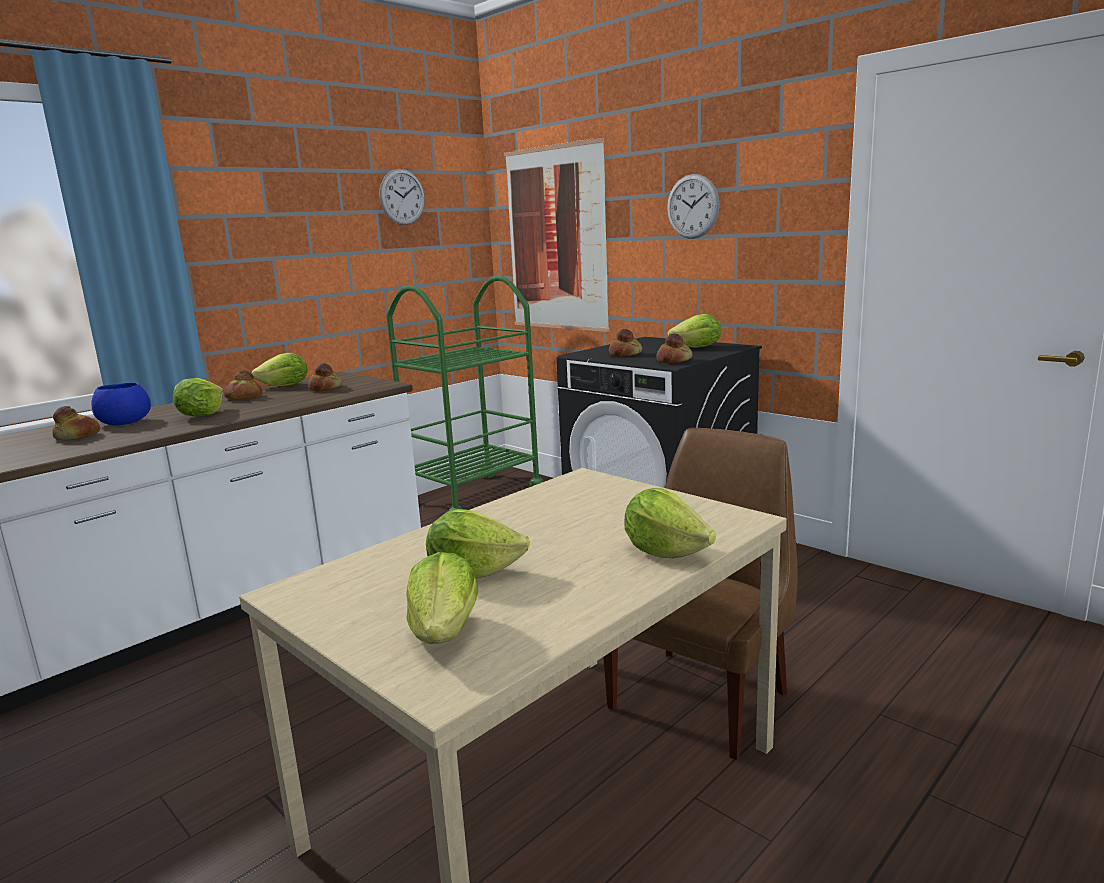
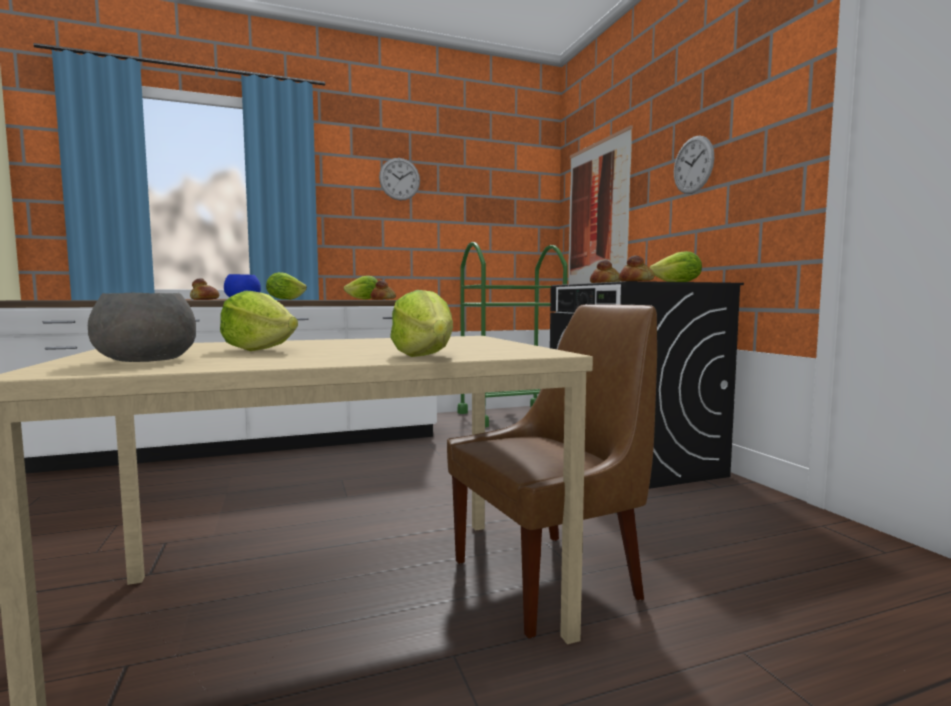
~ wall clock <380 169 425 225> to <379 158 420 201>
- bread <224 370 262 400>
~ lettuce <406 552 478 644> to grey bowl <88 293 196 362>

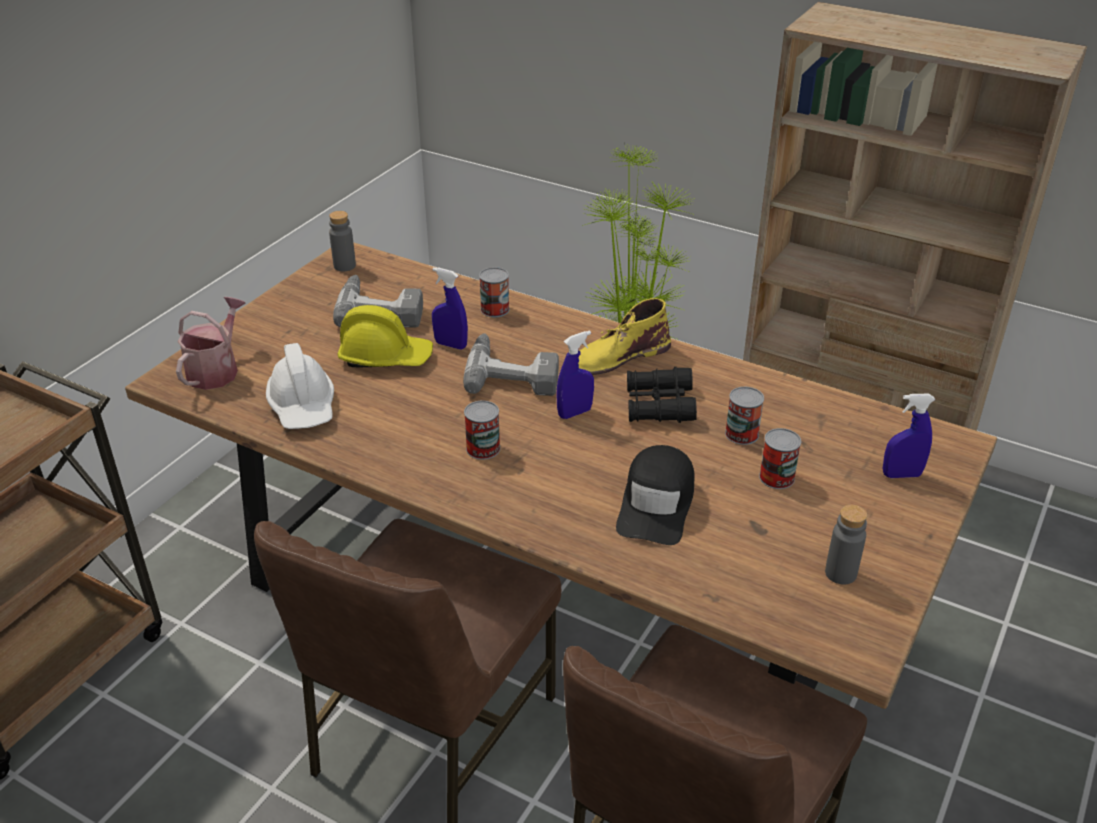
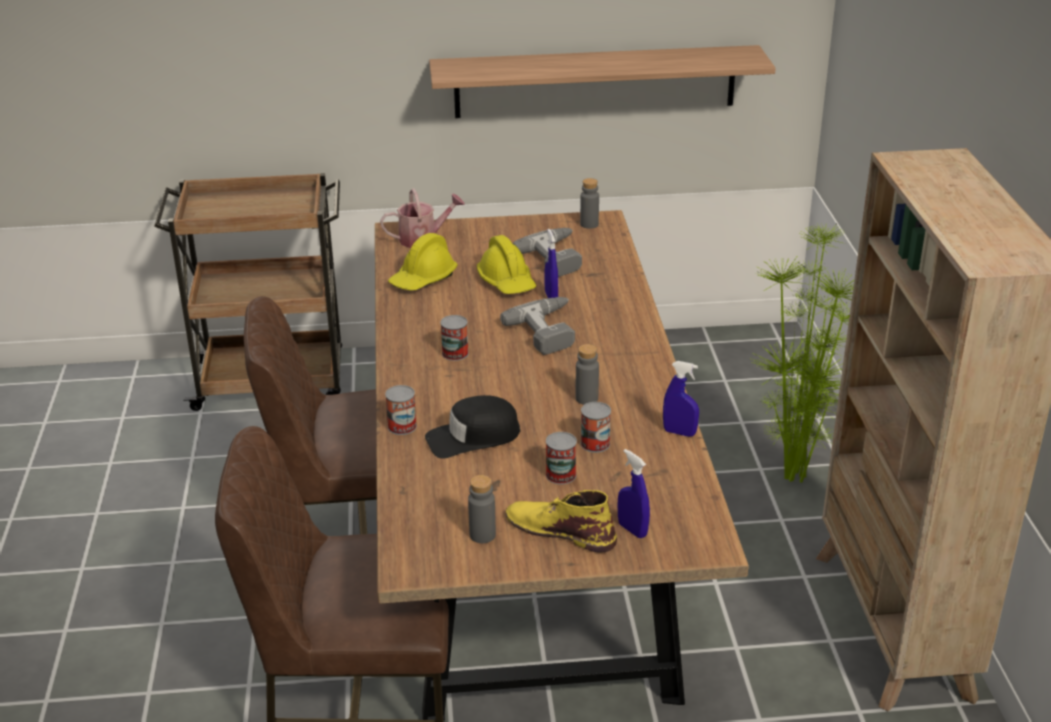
~ can <479 267 510 317> to <385 385 417 435>
~ yellow boot <578 298 671 375> to <505 490 617 553>
~ blue spray bottle <556 331 594 419> to <663 361 699 437>
~ white hard hat <266 343 334 429> to yellow hard hat <388 233 458 291>
~ black binoculars <627 367 697 423> to grey bottle <575 344 599 405>
+ shelf <429 45 776 118>

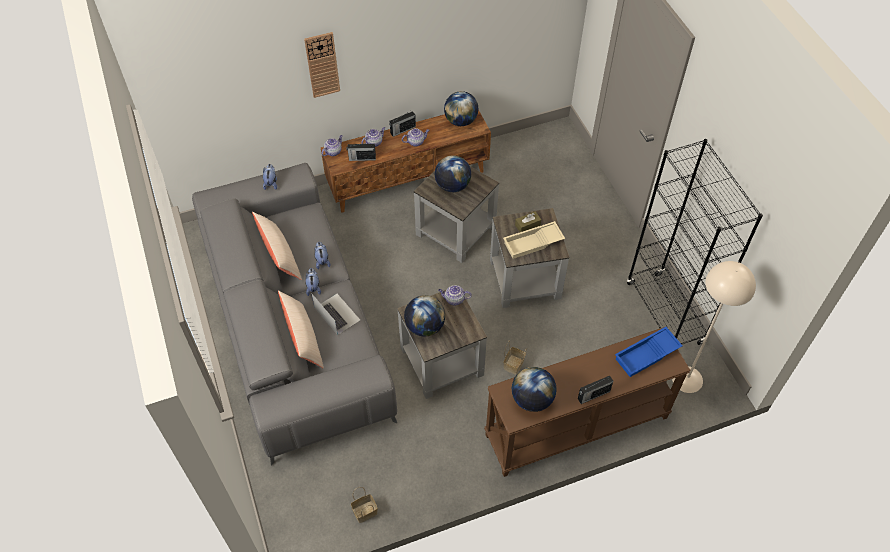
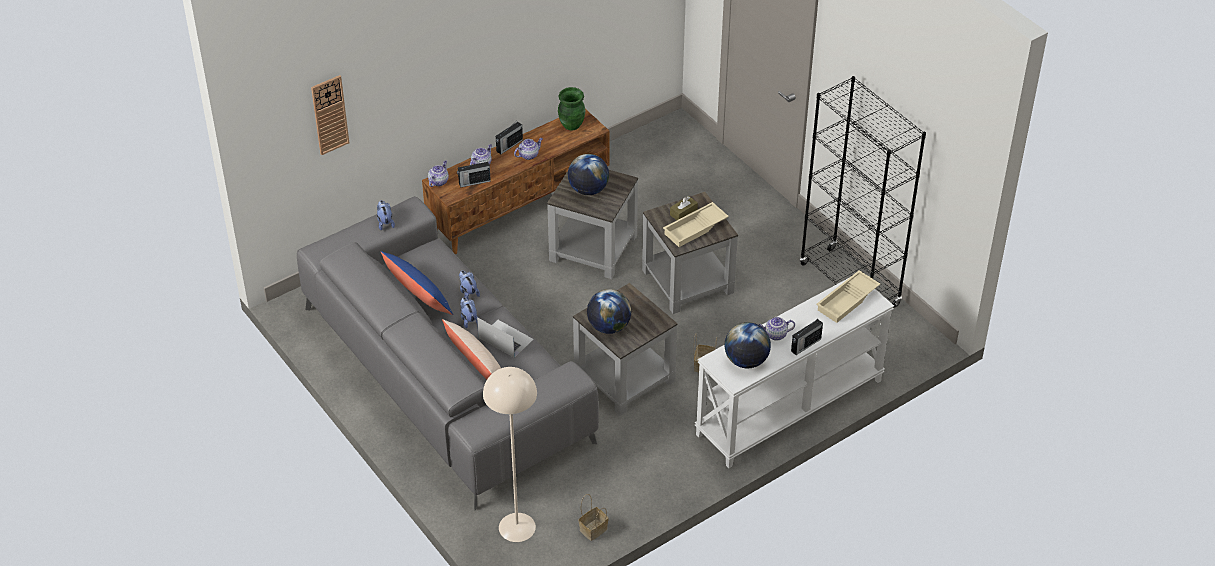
~ wall clock <304 32 340 98> to <311 75 349 155>
~ globe <444 91 479 126> to green vase <558 87 585 131>
~ beige pillow <252 212 302 280> to blue pillow <380 251 453 315>
~ beige floor lamp <672 261 756 393> to <483 367 537 542>
~ teapot <438 285 472 305> to <759 317 795 341>
~ brown console table <484 327 691 477> to white console table <695 277 894 468>
~ blue tray <615 327 683 377> to beige tray <816 270 880 323>

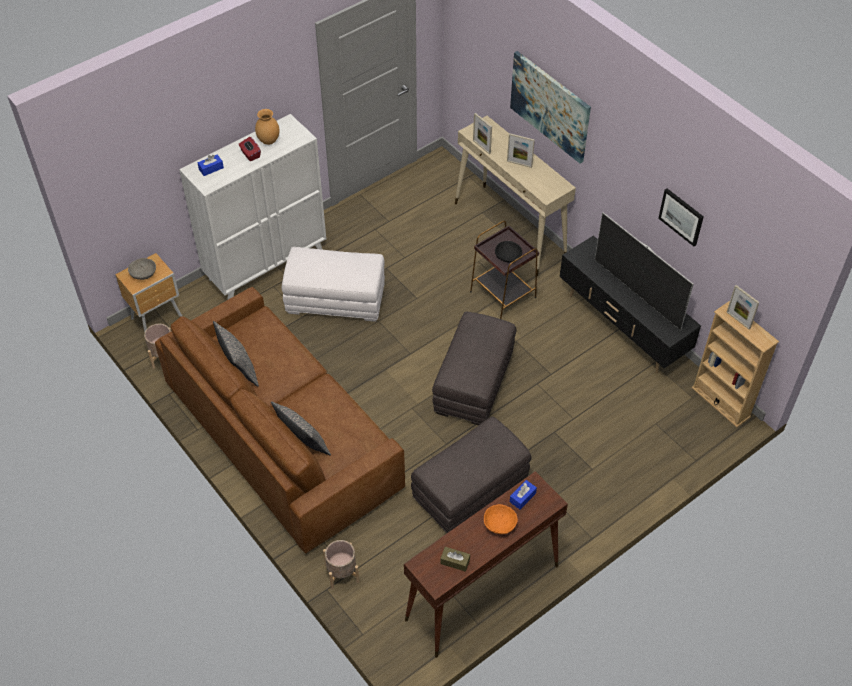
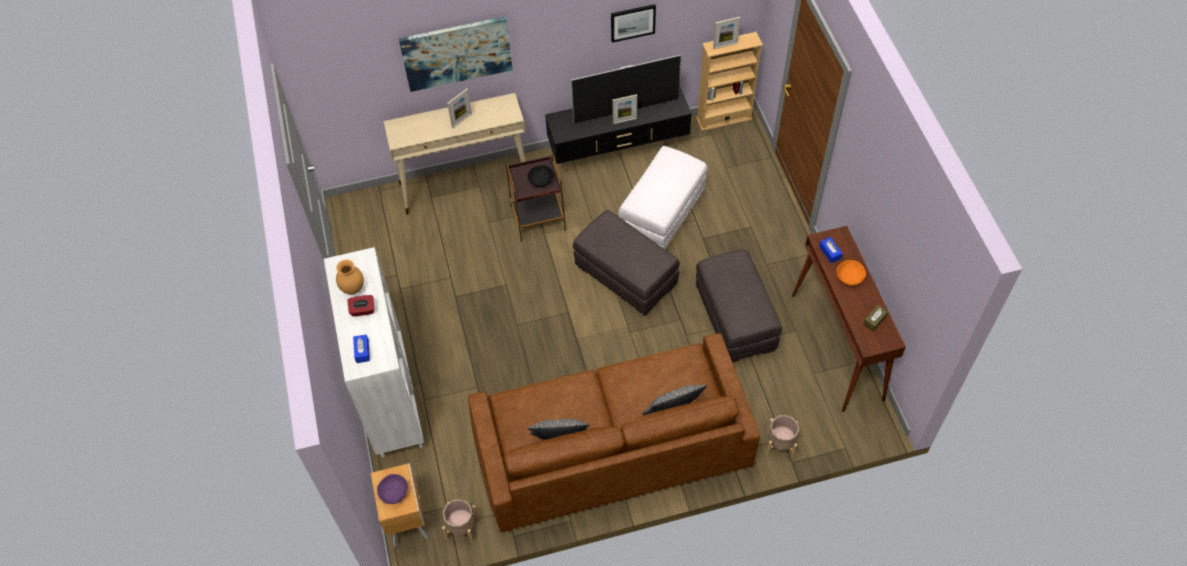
~ picture frame <473 113 492 154> to <612 94 637 124>
~ white ottoman <282 247 385 322> to <618 146 708 249>
~ grey bowl <128 258 156 280> to purple bowl <377 474 408 504>

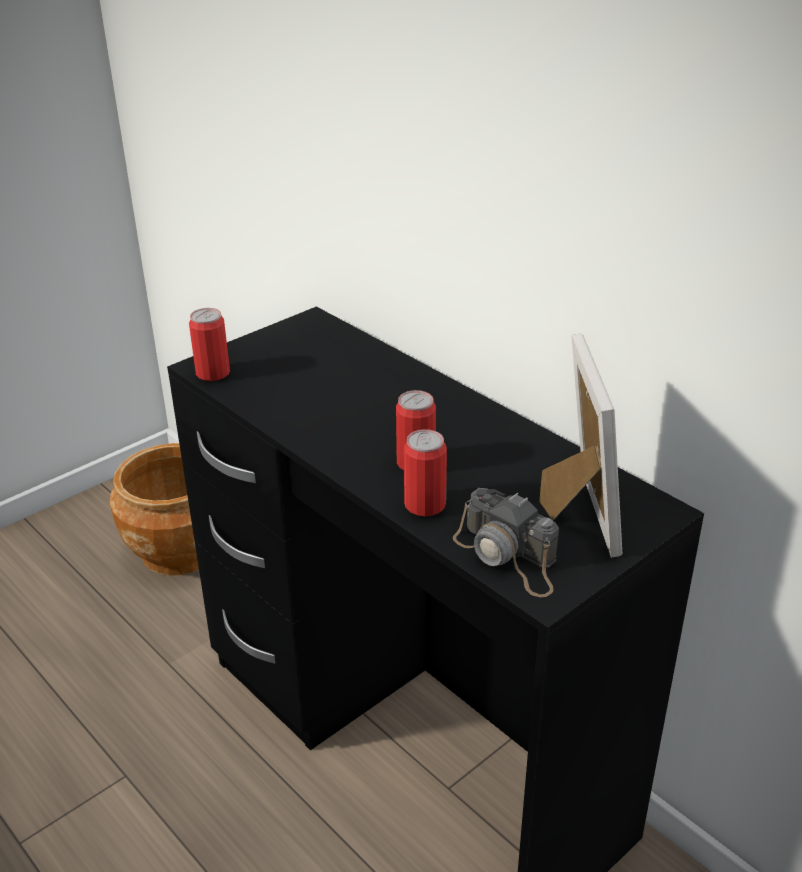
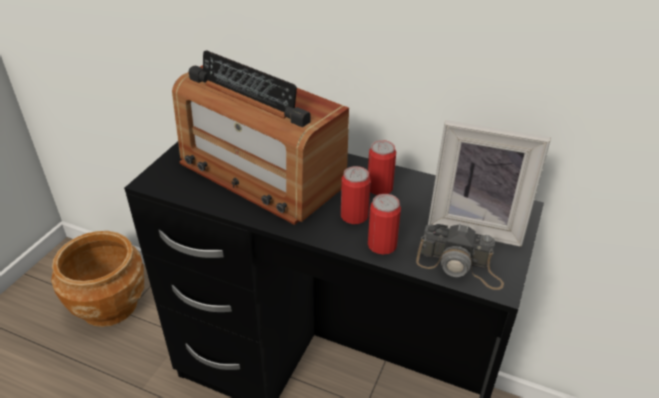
~ can <189 308 230 381> to <368 140 396 195>
~ picture frame <539 334 622 558> = <428 120 551 247> 135 degrees clockwise
+ radio <172 51 349 225>

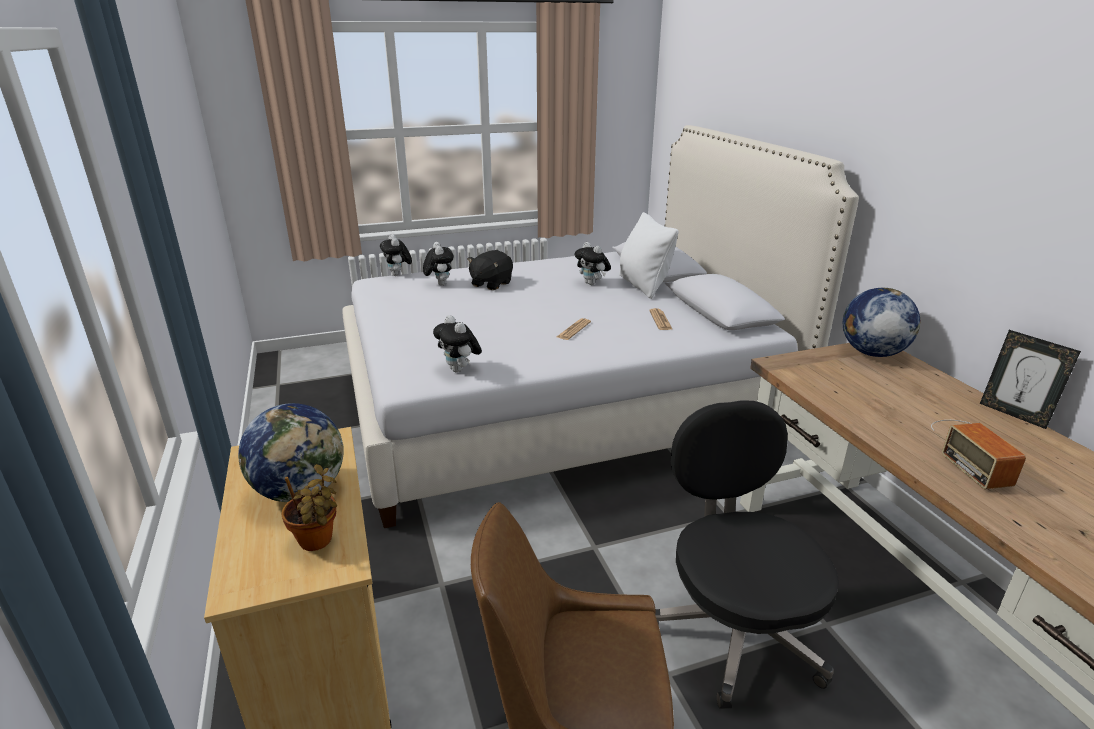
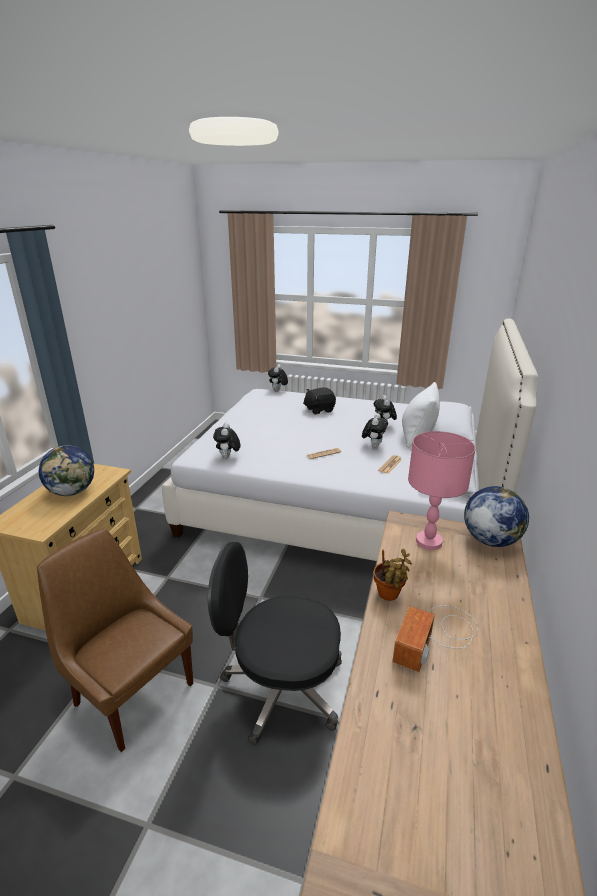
~ plush toy <423 242 454 285> to <362 413 388 448>
- picture frame <980 330 1081 429>
~ black office chair <655 400 839 709> = <208 542 342 745> 105 degrees counterclockwise
~ potted plant <282 464 337 551> to <373 549 412 601>
+ pink table lamp <408 431 476 550>

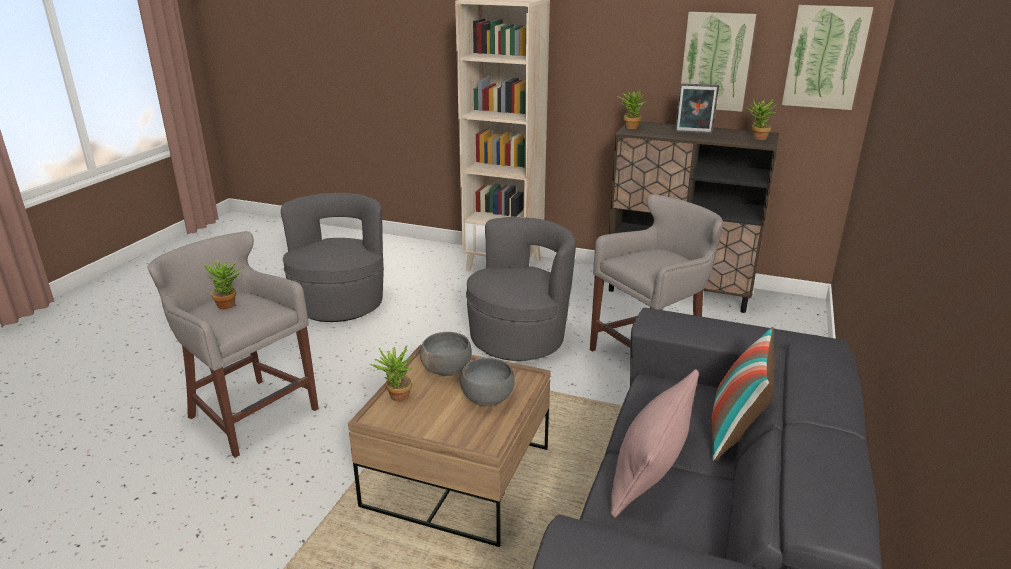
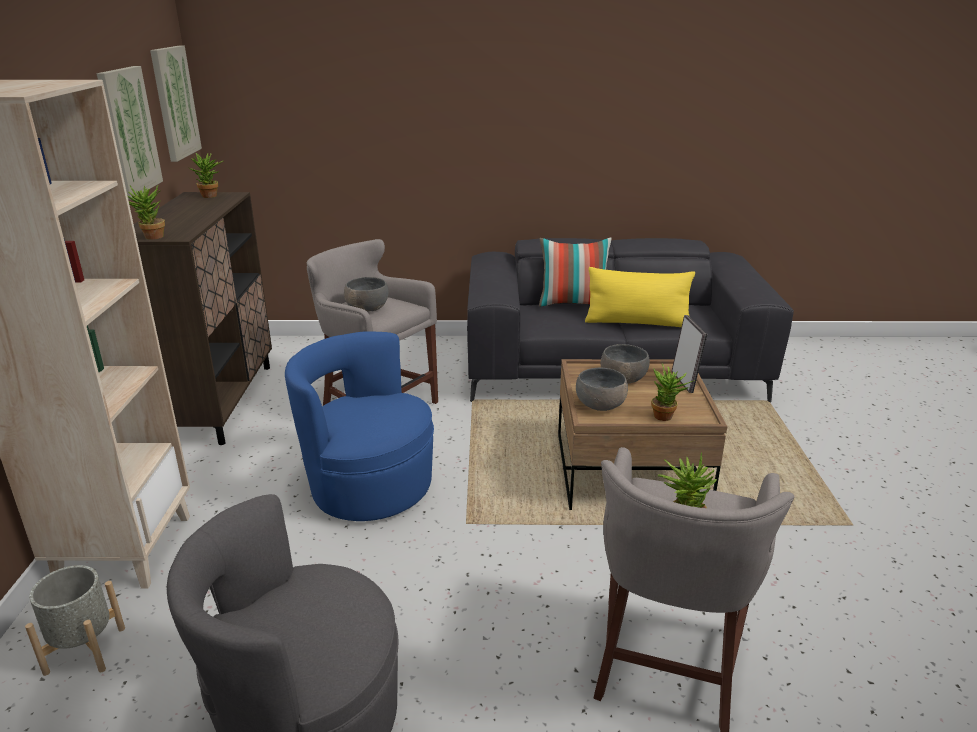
~ picture frame <675 83 719 134> to <672 315 708 393>
~ grey armchair <466 217 576 361> to blue armchair <285 331 434 521>
~ pink pillow <610 369 699 518> to yellow pillow <585 267 695 327>
+ grey bowl <344 277 389 312>
+ grey planter <25 565 125 676>

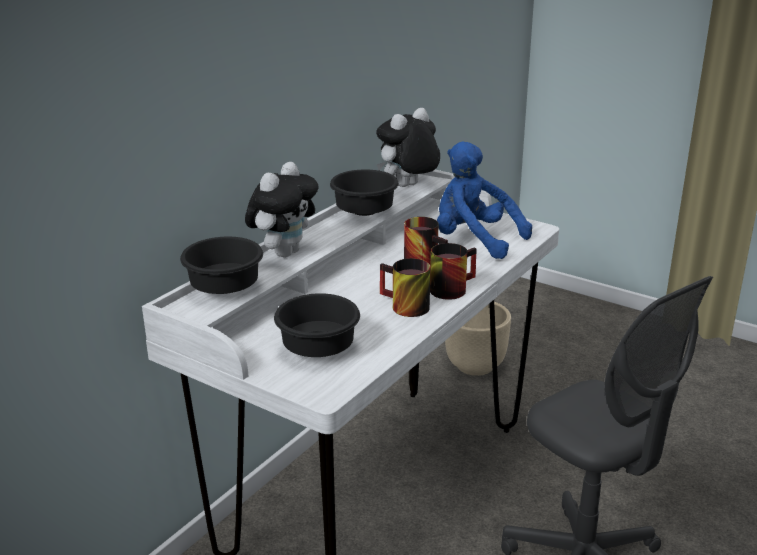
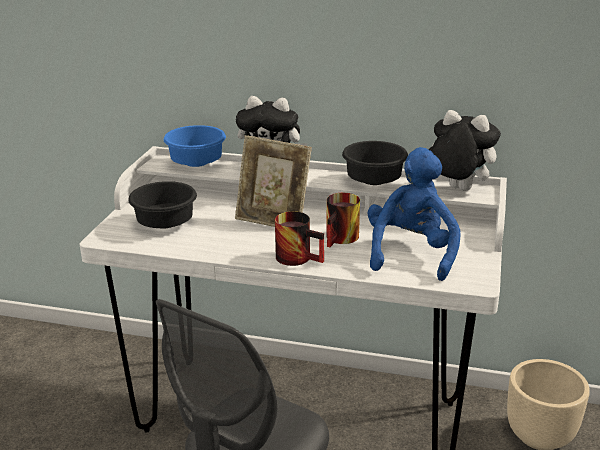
~ black bowl <180 237 263 294> to blue bowl <164 125 226 167>
- mug <380 258 431 317>
+ picture frame <235 135 312 227>

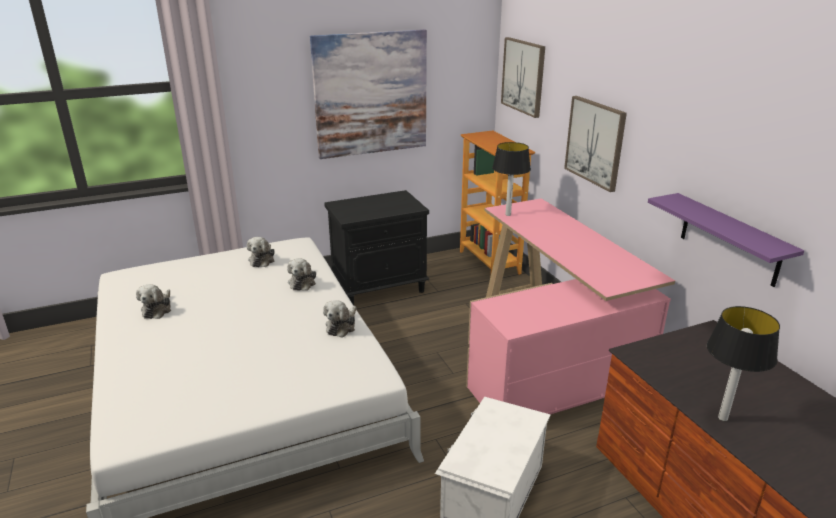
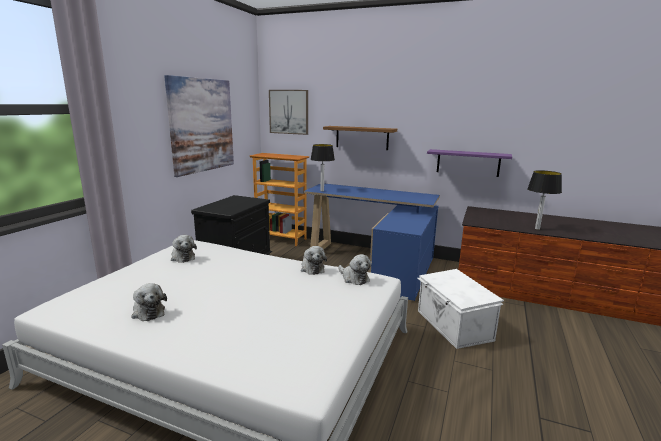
~ picture <564 96 627 192> to shelf <323 126 397 150>
~ pink desk <466 198 675 415> to blue desk <304 184 440 301>
~ plush toy <287 258 316 291> to <339 254 371 285>

